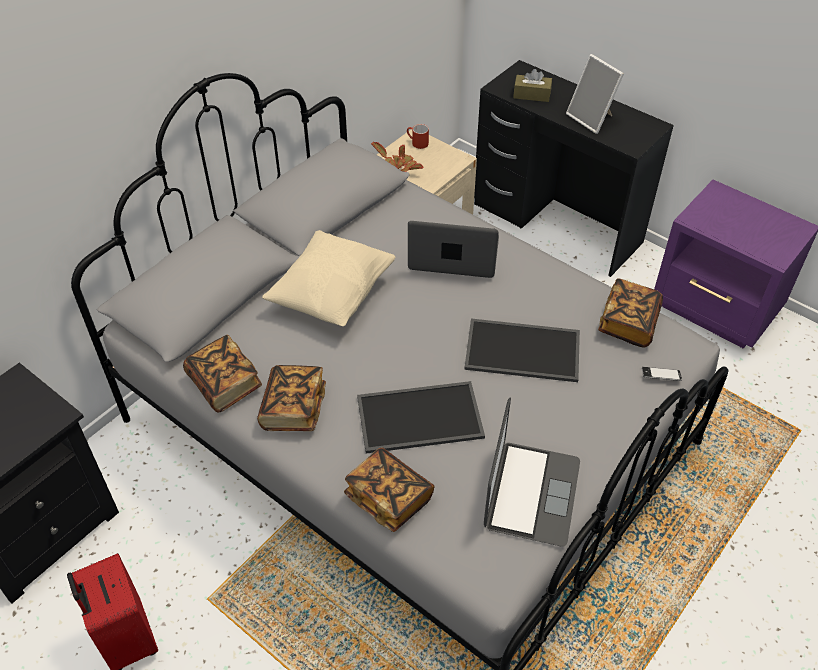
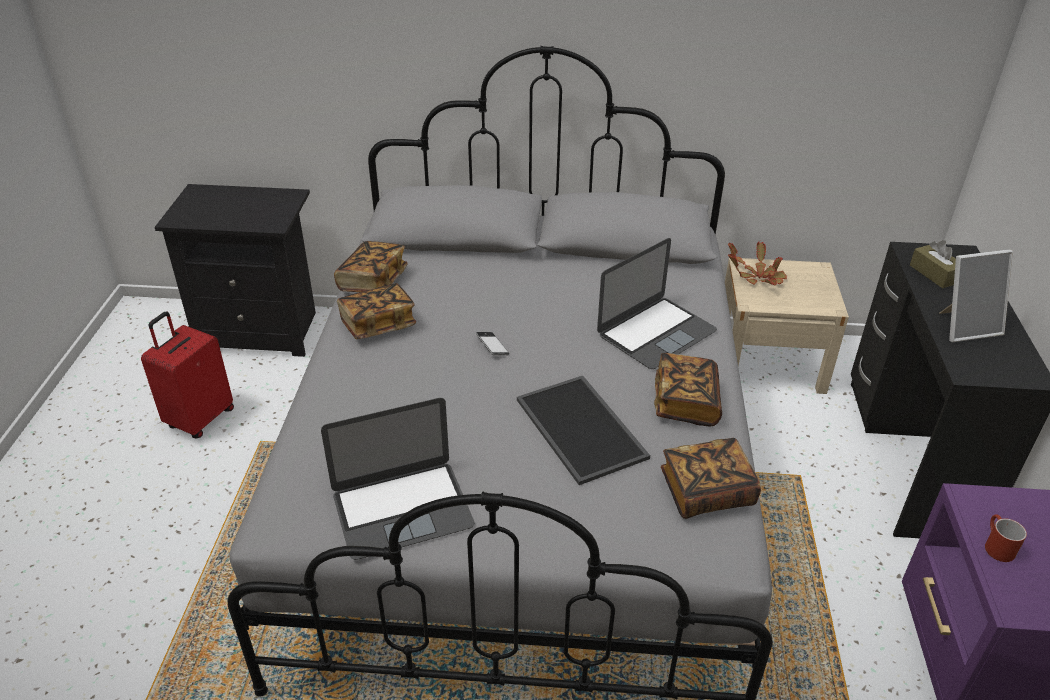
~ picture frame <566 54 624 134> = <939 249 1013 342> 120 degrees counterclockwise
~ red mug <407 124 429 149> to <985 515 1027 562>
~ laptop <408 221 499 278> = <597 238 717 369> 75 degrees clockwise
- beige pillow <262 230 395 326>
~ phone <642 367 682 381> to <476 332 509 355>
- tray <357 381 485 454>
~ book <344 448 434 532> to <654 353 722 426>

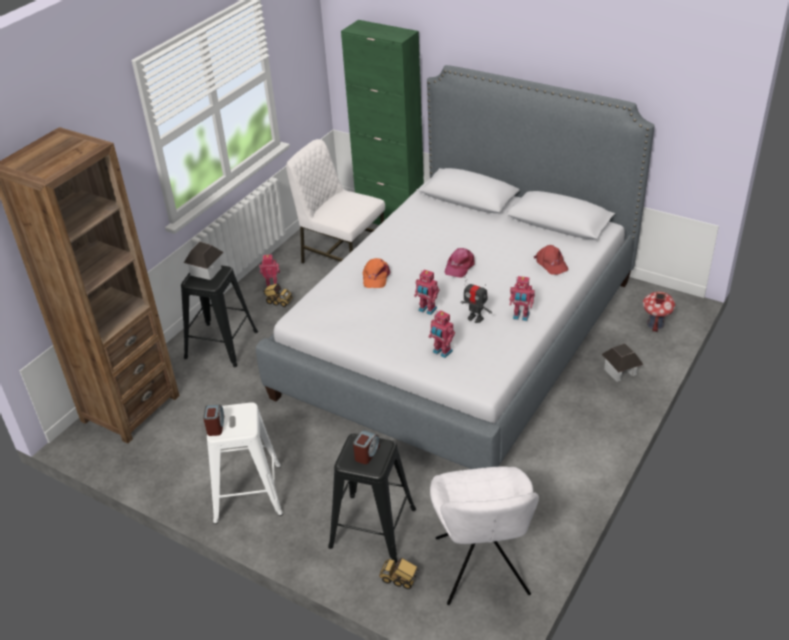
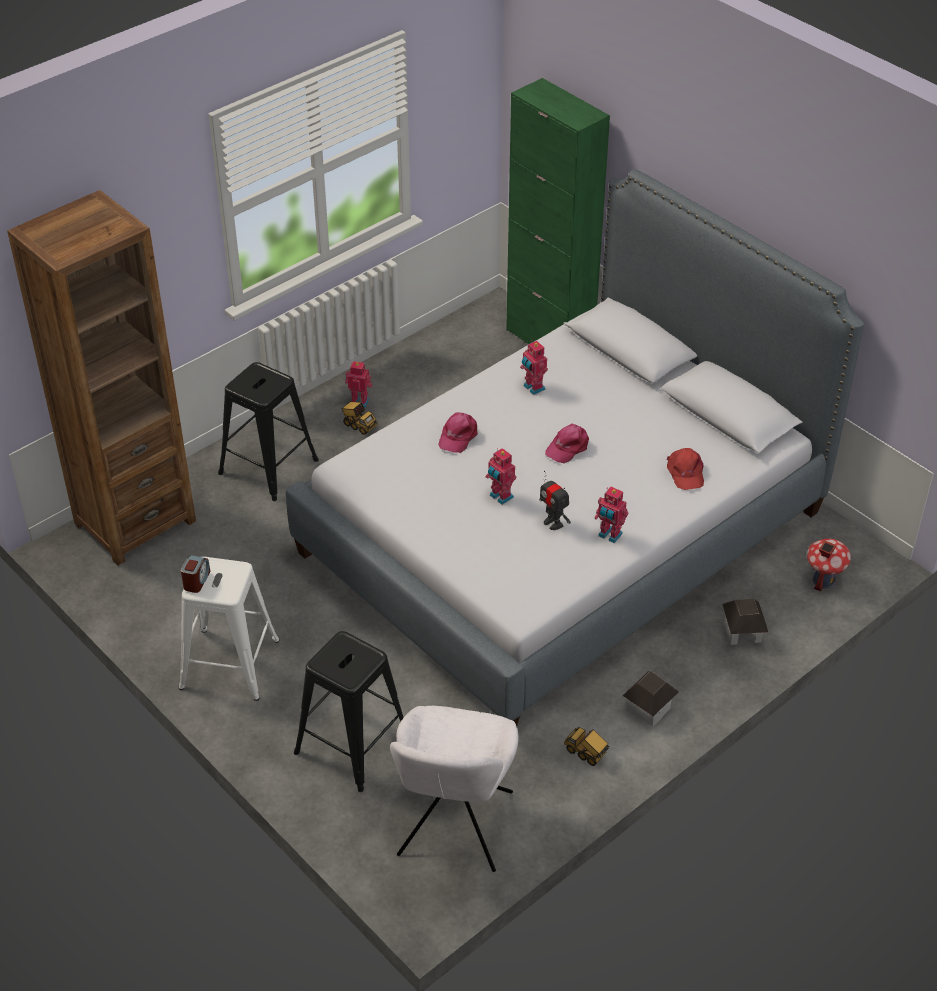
- white chair <286 139 385 264>
~ toy house <184 242 223 280> to <623 671 679 726>
~ orange cap <363 258 390 288> to pink cap <438 412 478 453>
~ toy robot <429 310 455 358> to <520 340 548 395>
- alarm clock <353 430 380 464>
~ toy truck <379 558 419 589> to <564 727 609 766>

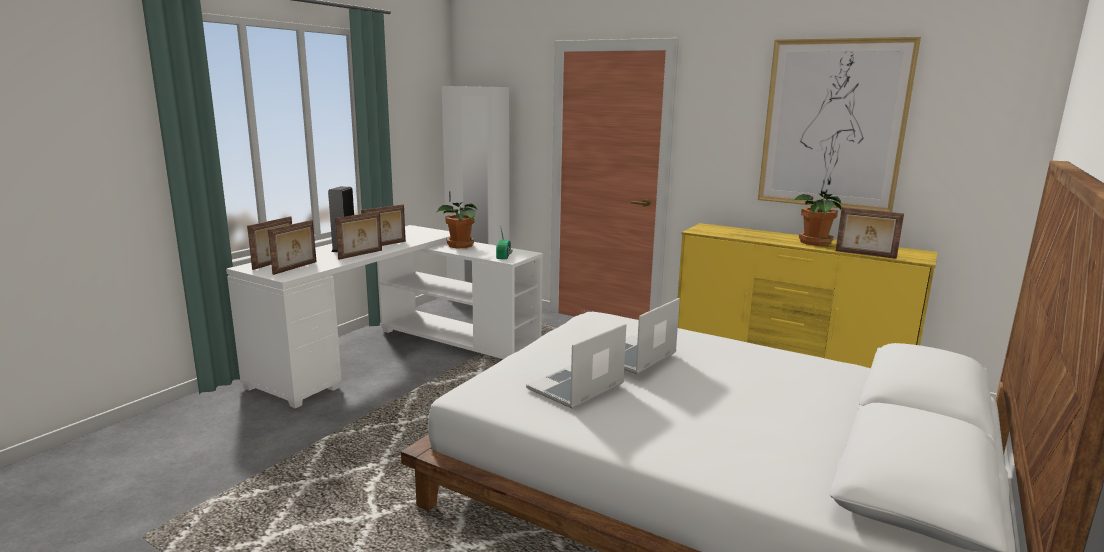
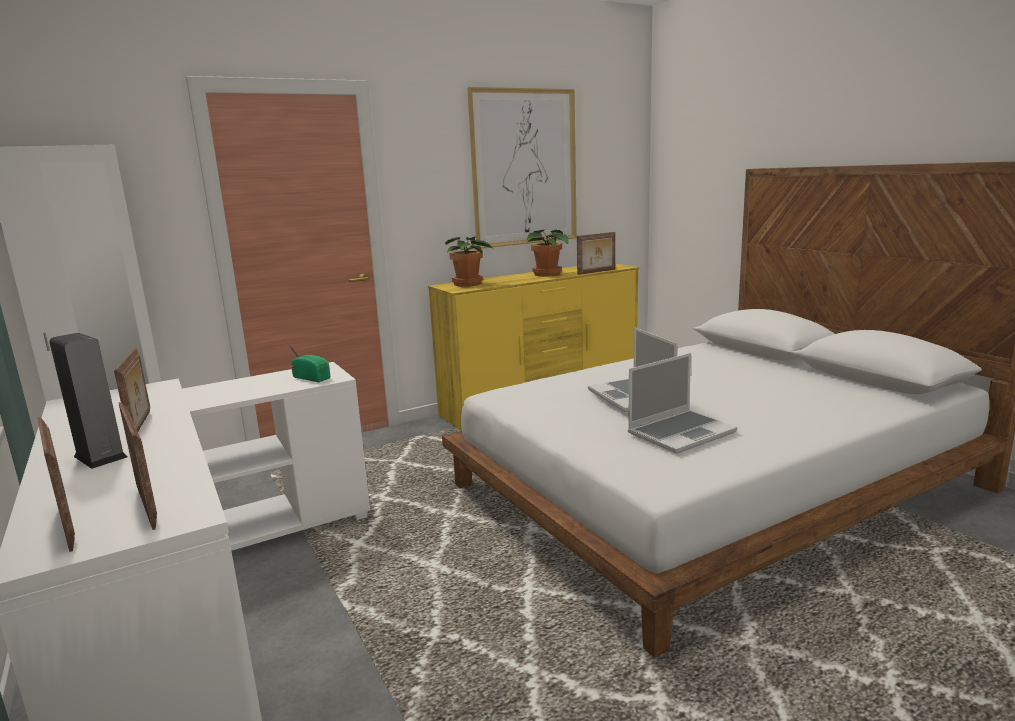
~ potted plant <436 202 477 248> to <445 237 494 287>
- picture frame <335 211 382 260>
~ laptop <526 323 626 409> = <628 353 737 454> 105 degrees counterclockwise

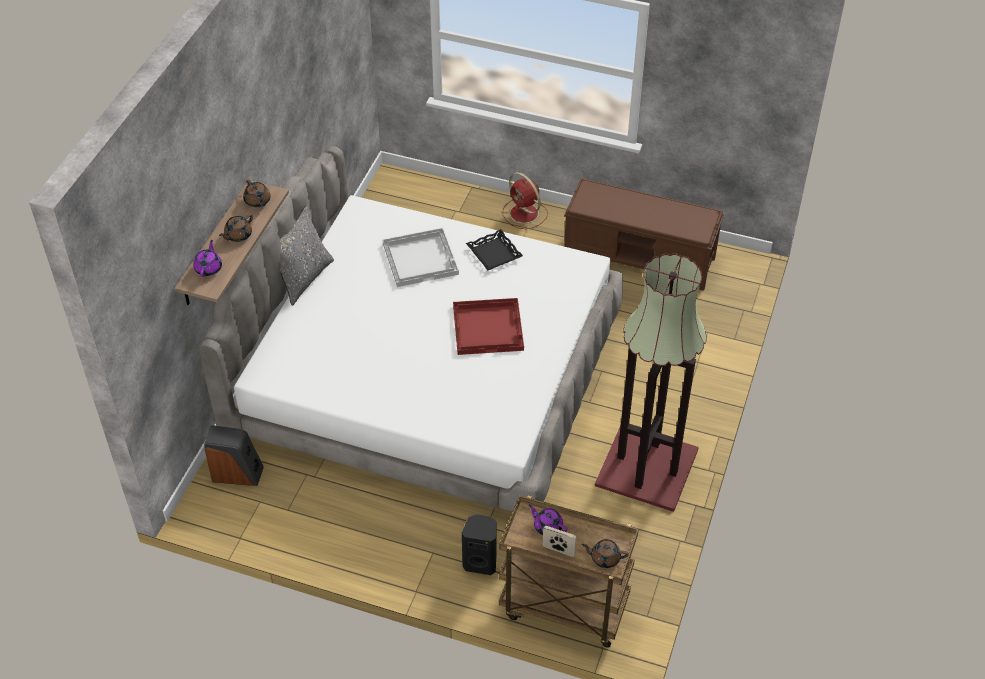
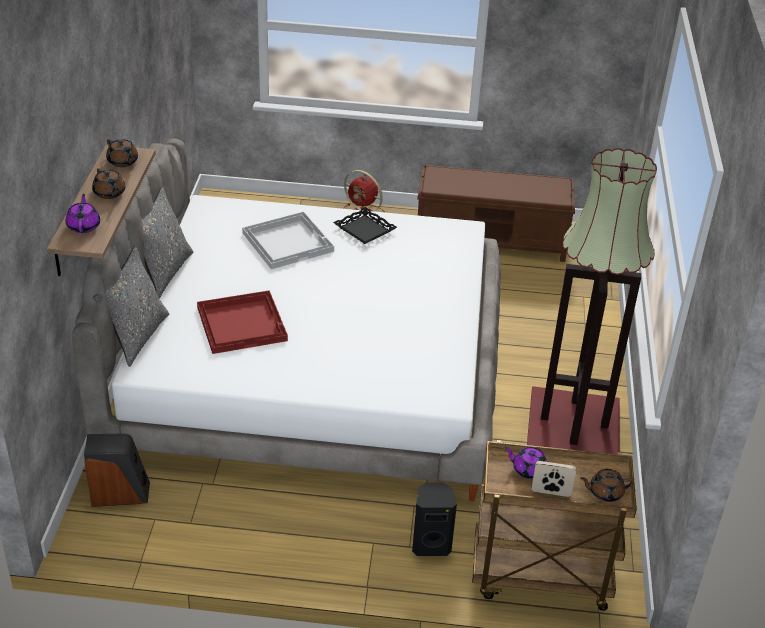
~ brown teapot <219 214 253 242> = <92 168 125 199> 60 degrees counterclockwise
~ red tray <453 298 524 355> to <197 290 288 354>
+ grey pillow <93 245 169 367>

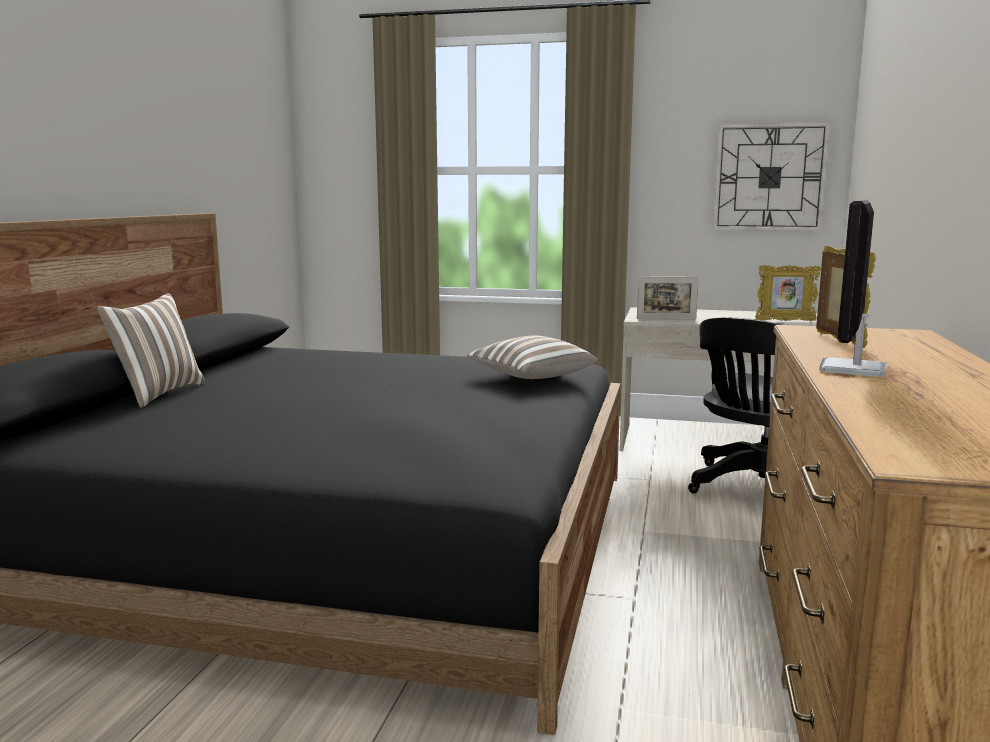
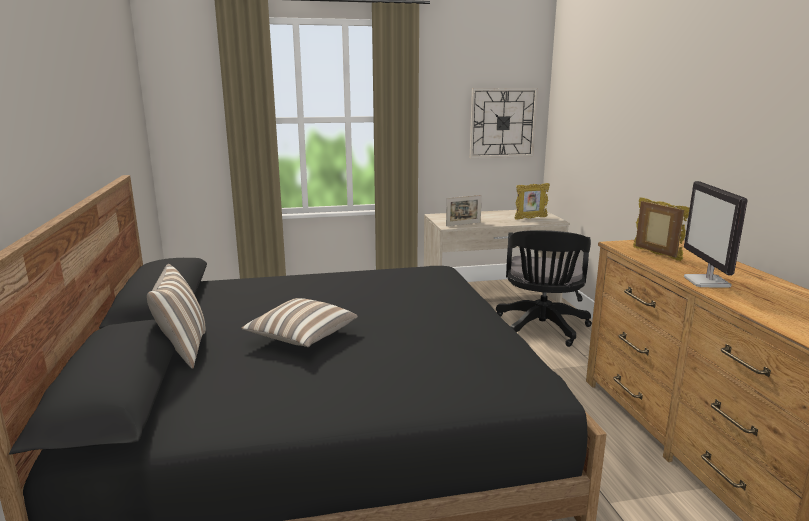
~ pillow <467 336 598 379> to <242 298 358 347>

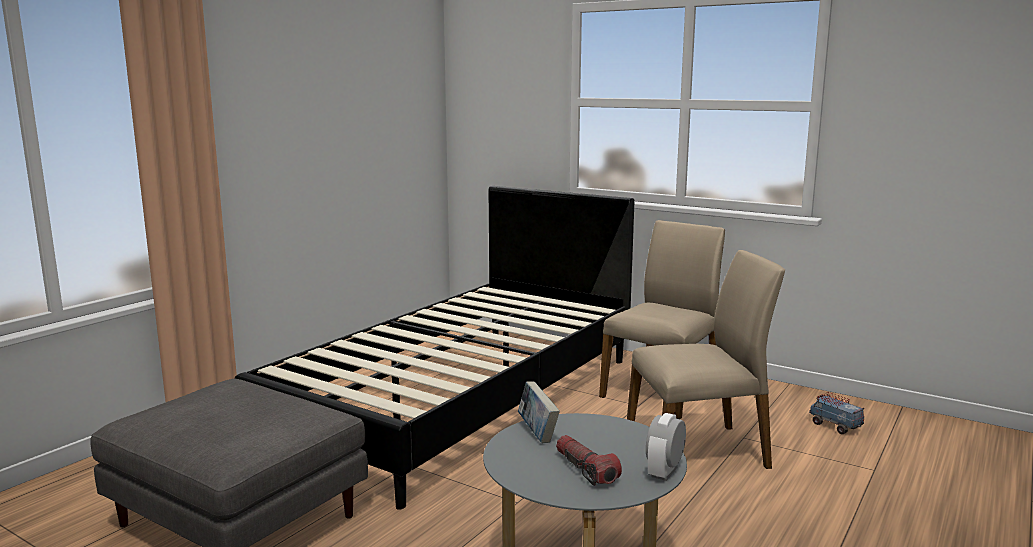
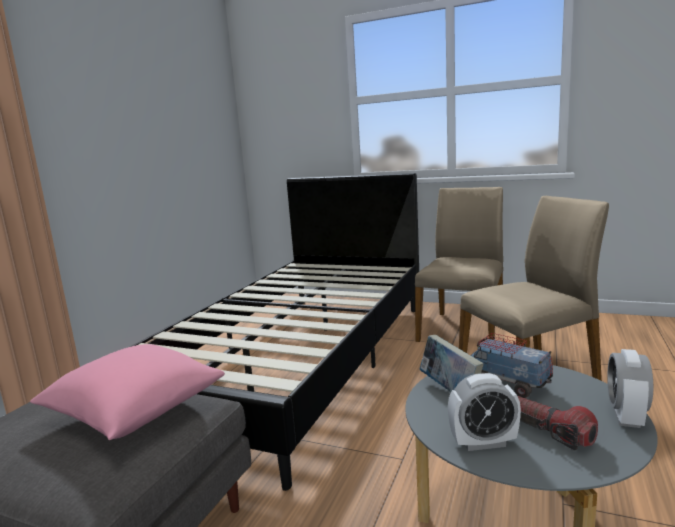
~ toy truck <809 392 864 434> to <471 333 553 398>
+ pink pillow <30 344 225 440>
+ alarm clock <448 373 521 451>

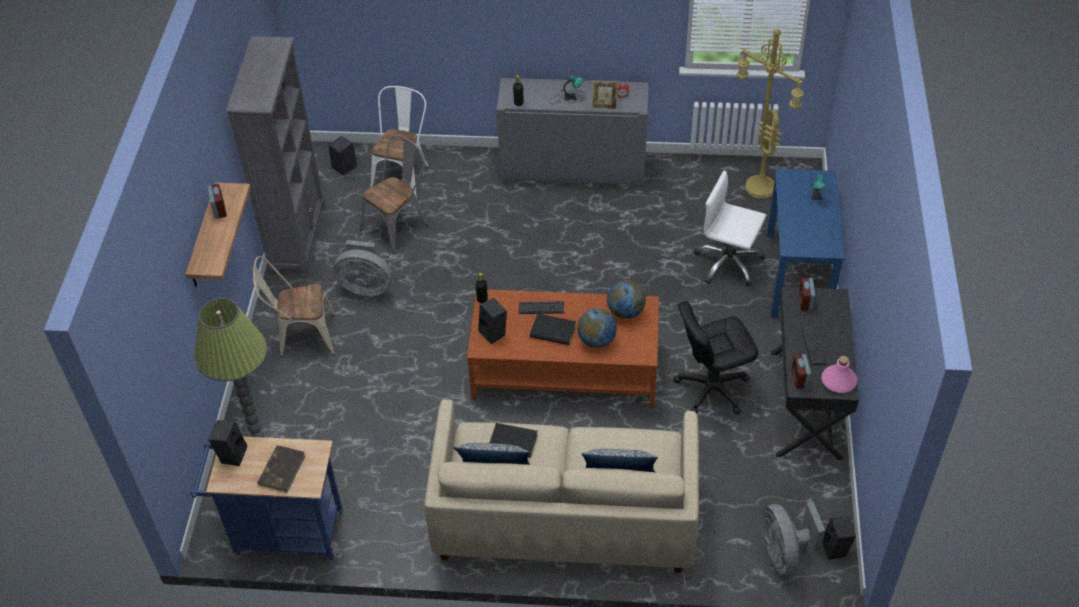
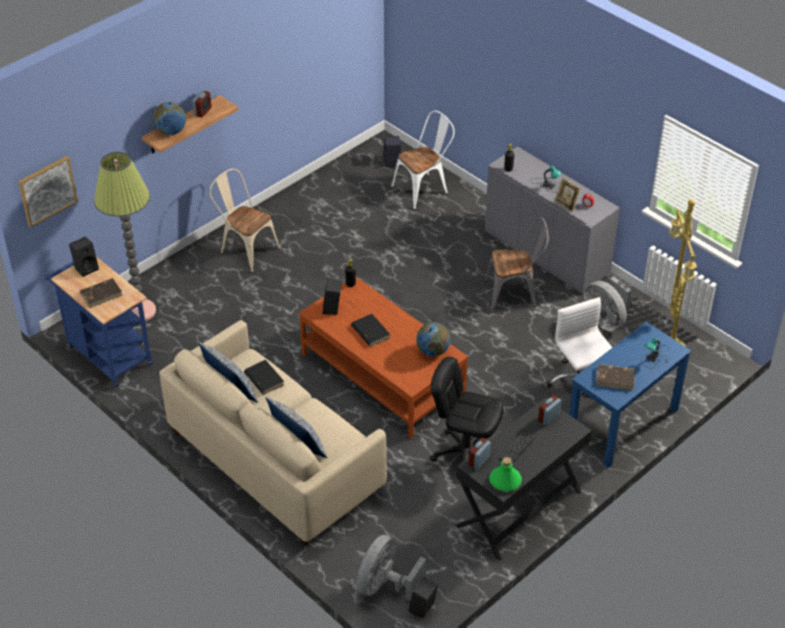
- grey bookcase <226 36 325 276>
~ grey chair <360 135 428 255> to <485 217 549 313>
~ grey fan <333 240 392 296> to <584 276 632 331>
- keyboard <519 301 564 314>
~ globe <577 309 617 348> to <153 102 186 135>
~ pink bottle <821 356 857 393> to green bottle <489 457 522 491>
+ picture <18 156 78 227>
+ brown book <596 364 636 390>

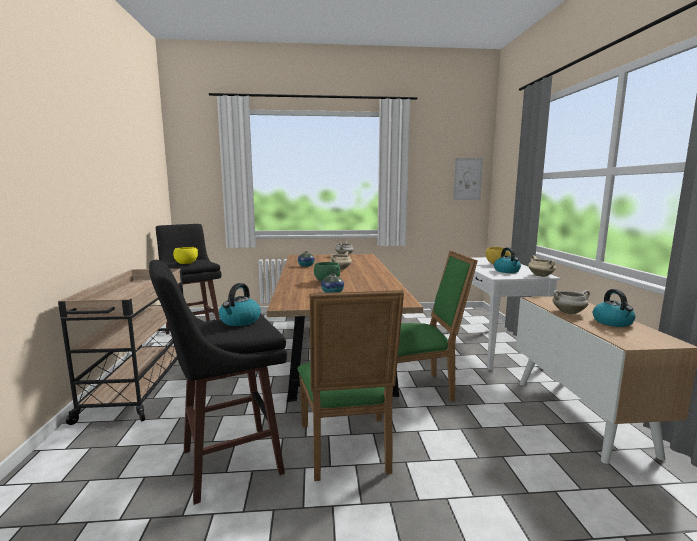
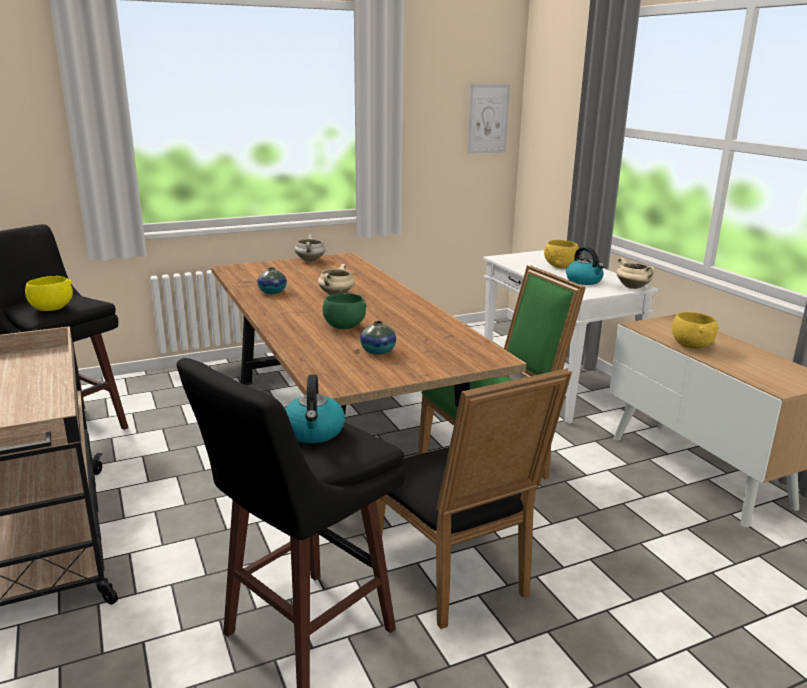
- kettle <593 289 635 327>
~ green chair <297 290 404 481> to black chair <376 368 572 629>
~ white cooking pot <552 290 590 314> to yellow bowl <672 312 718 349>

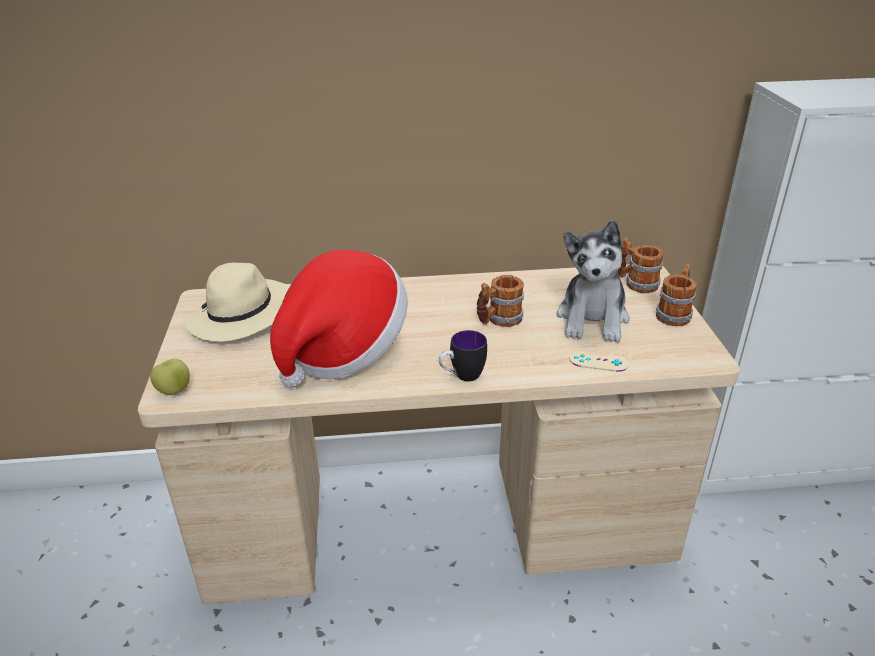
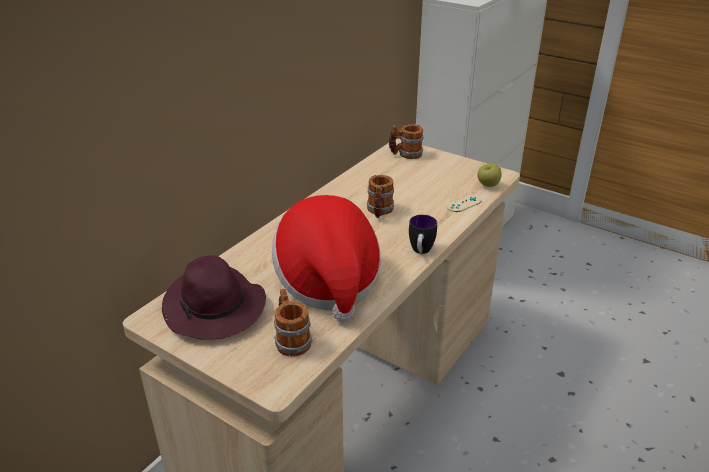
- plush toy <557 220 630 343>
~ beige hat <183 263 289 342> to purple hat <162 255 266 340>
~ mug <656 263 697 326> to <274 288 313 357>
~ apple <150 359 190 395> to <477 164 502 187>

